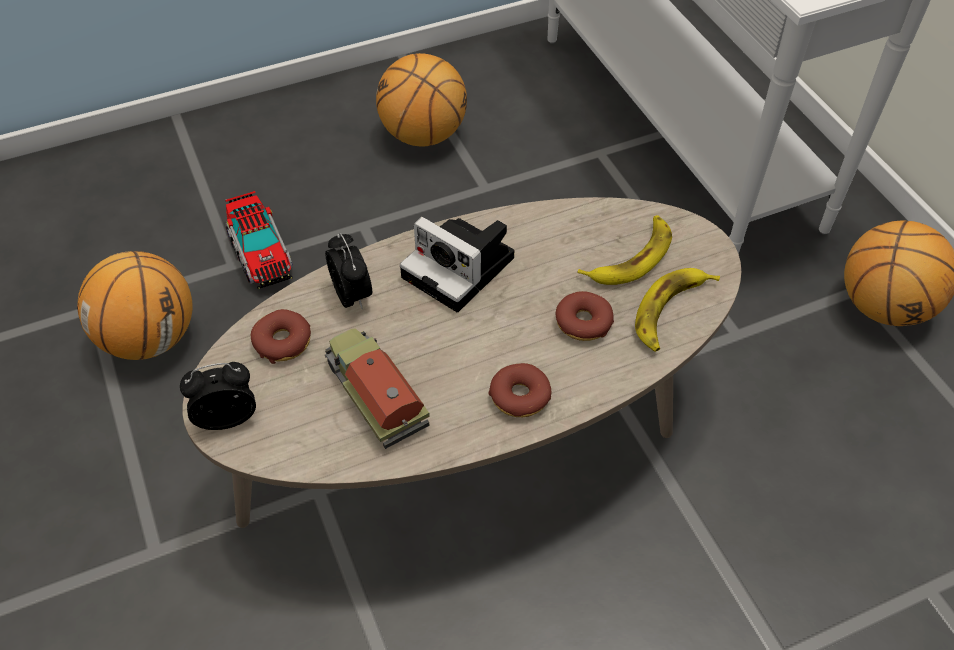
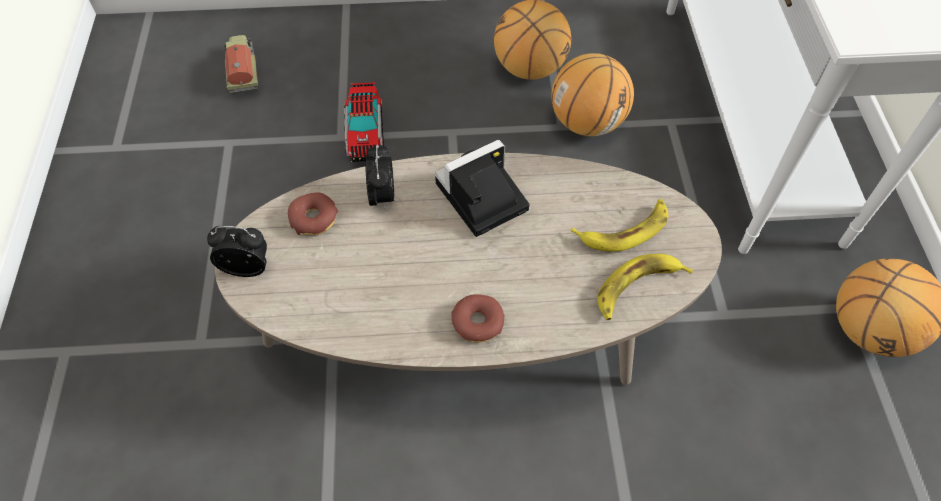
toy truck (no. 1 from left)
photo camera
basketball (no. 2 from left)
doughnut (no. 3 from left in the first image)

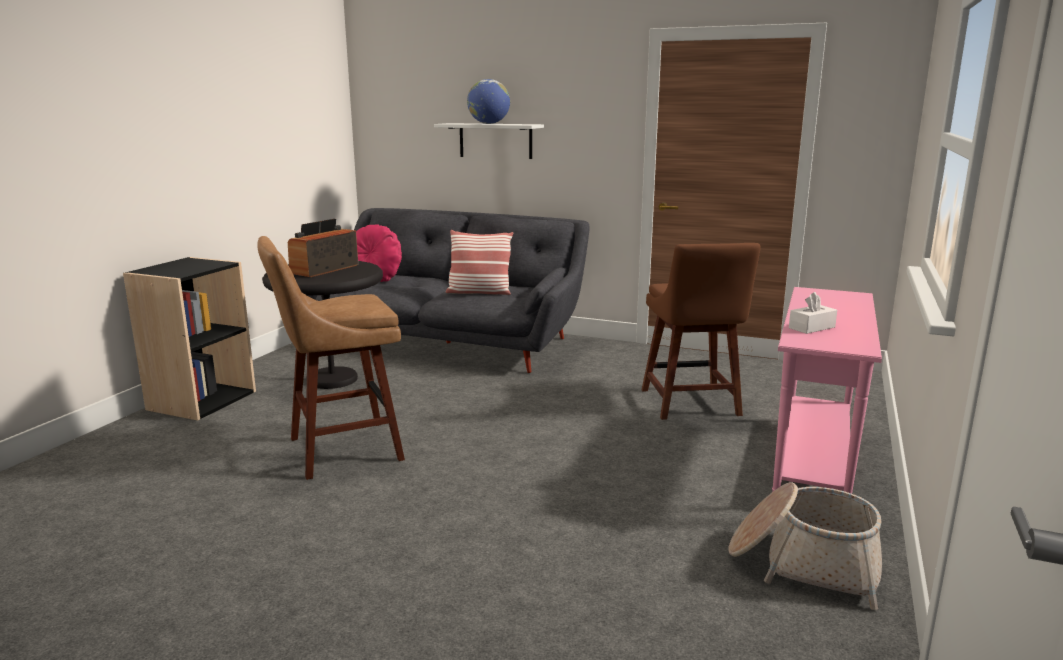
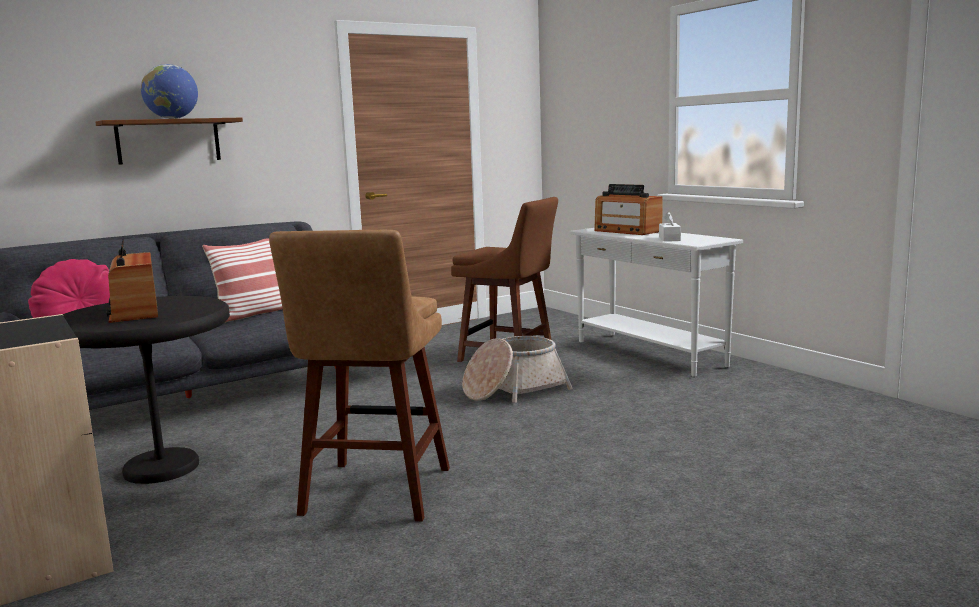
brownish wall shelf
basket
white narrow table
radio receiver (no. 2 from left)

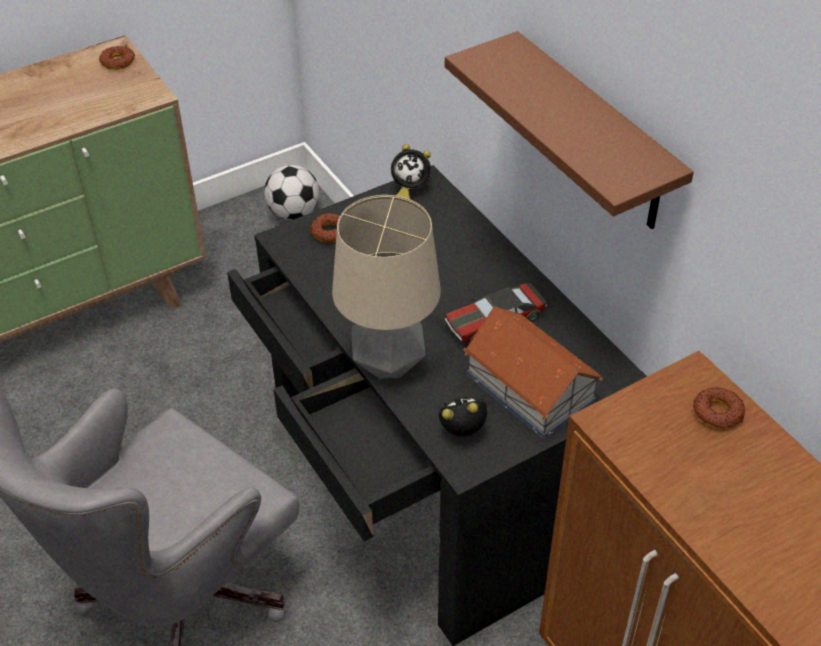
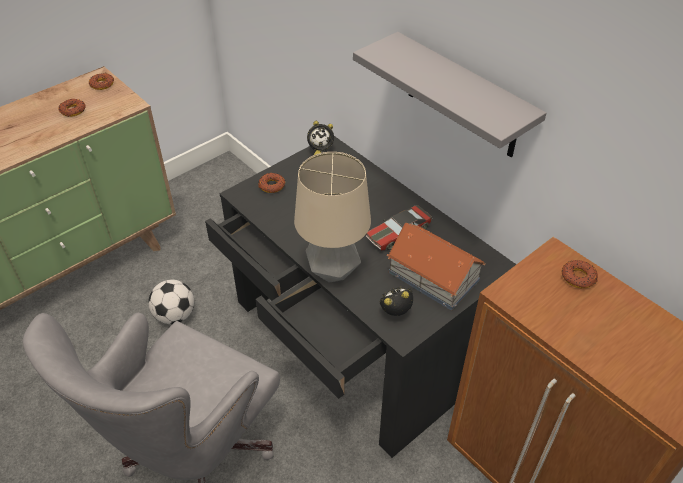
doughnut (no. 1 from left)
football ball
greyish wall shelf

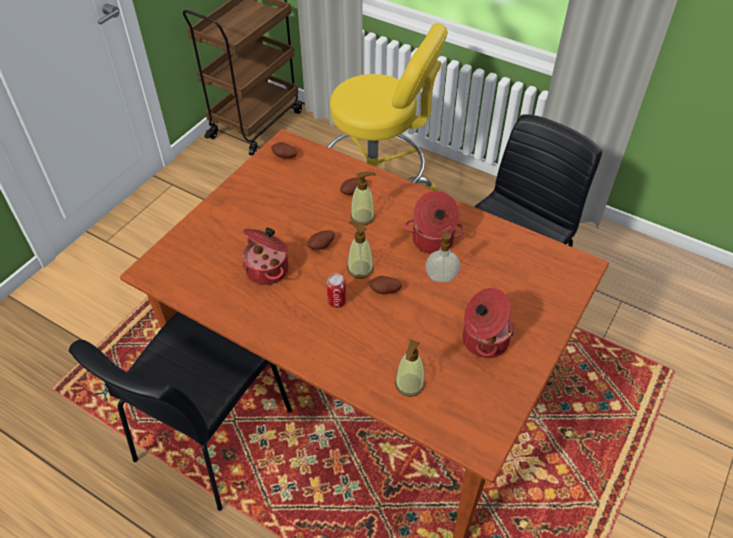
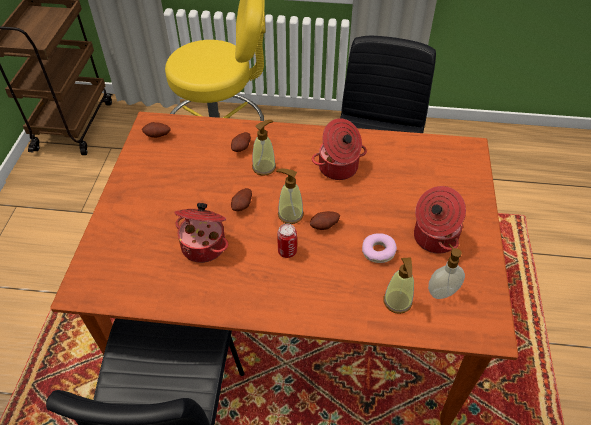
doughnut
soap dispenser (no. 4 from left)

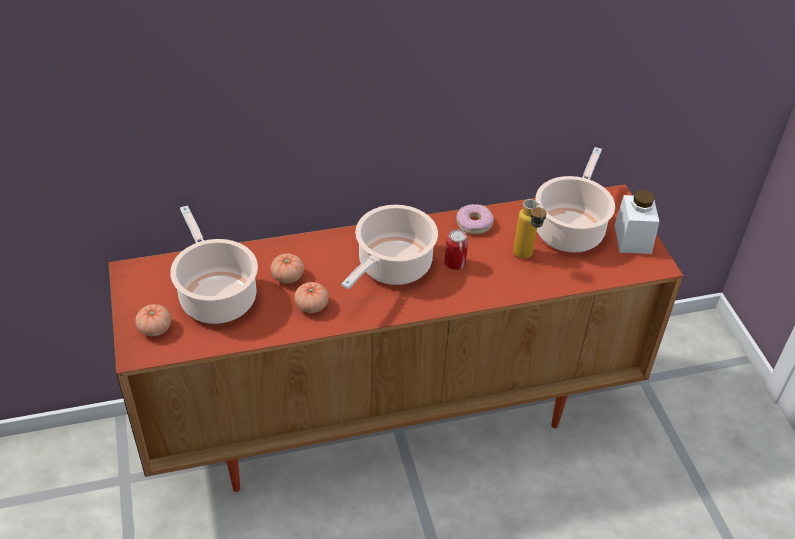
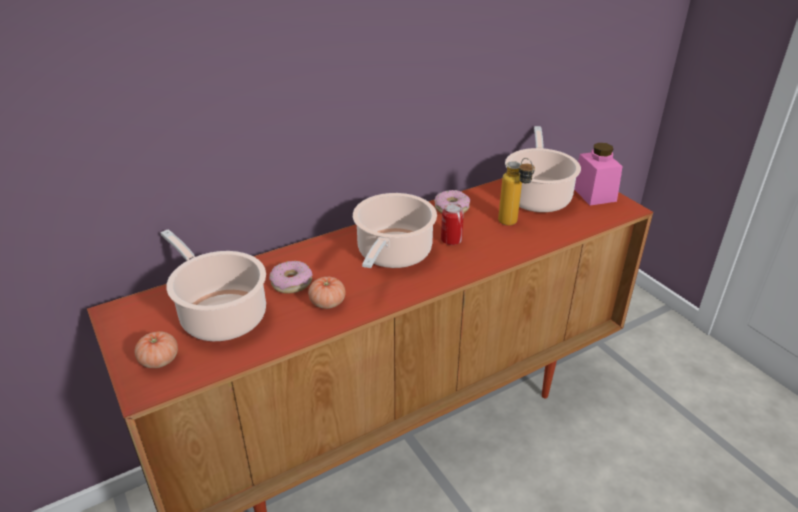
doughnut (no. 1 from left)
pink storage jar

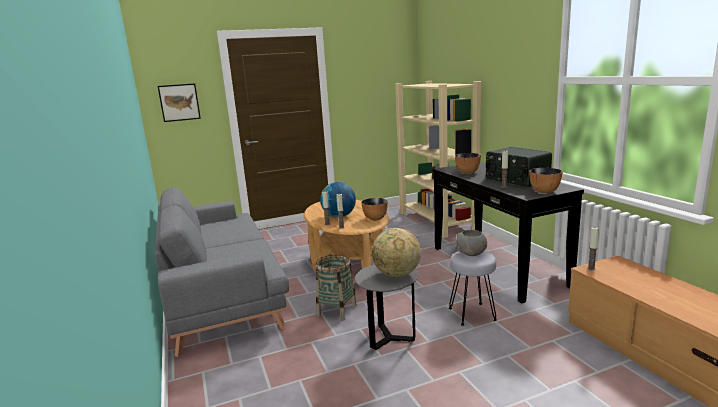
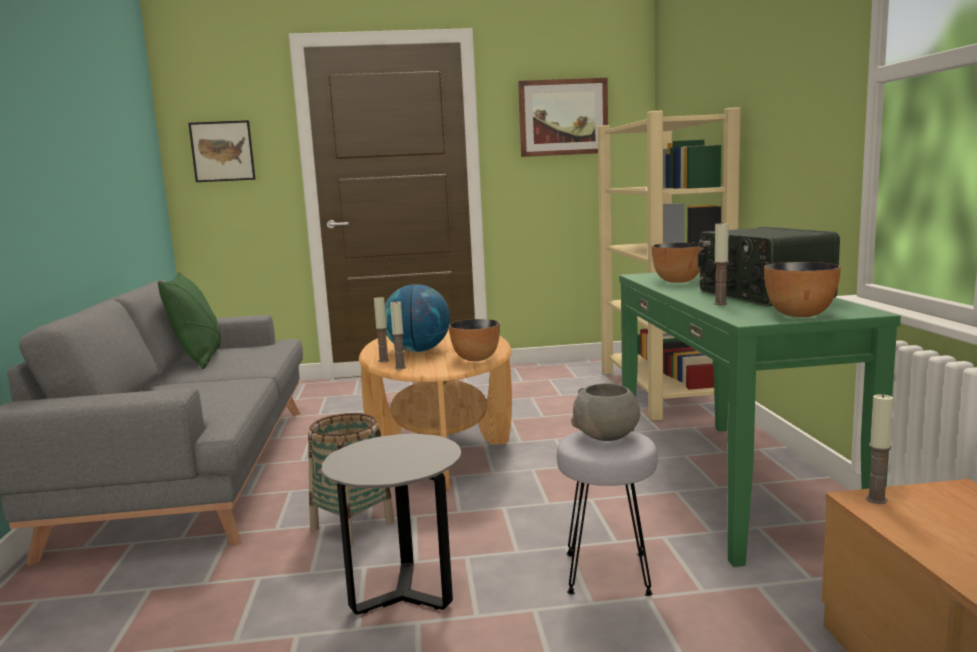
green pillow
wall picture (no. 2 from left)
green narrow table
globe (no. 2 from left in the first image)

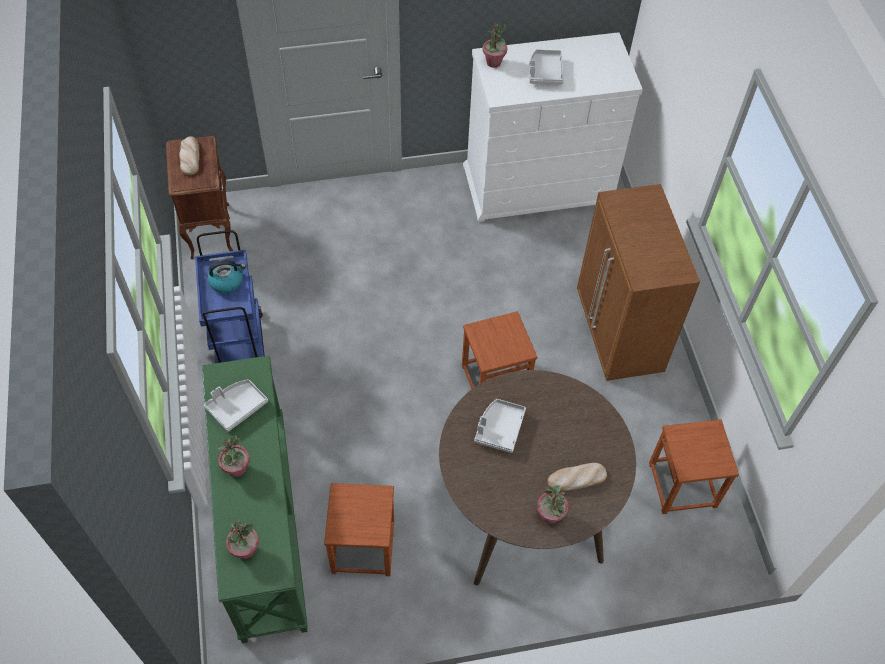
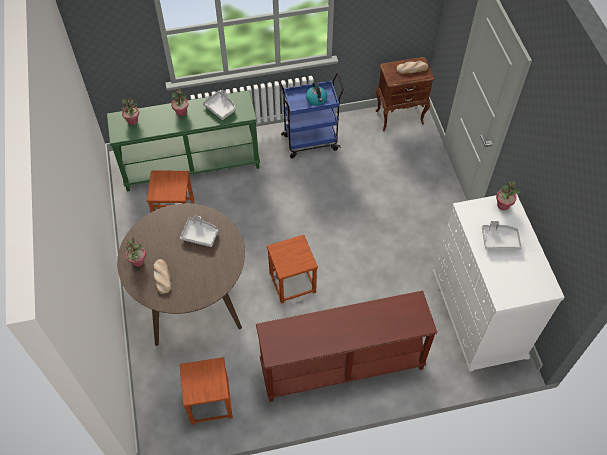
brownish narrow table

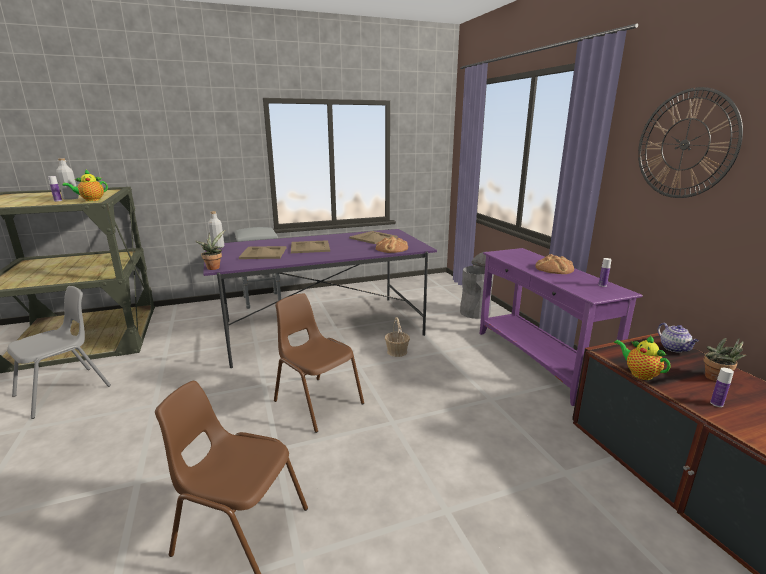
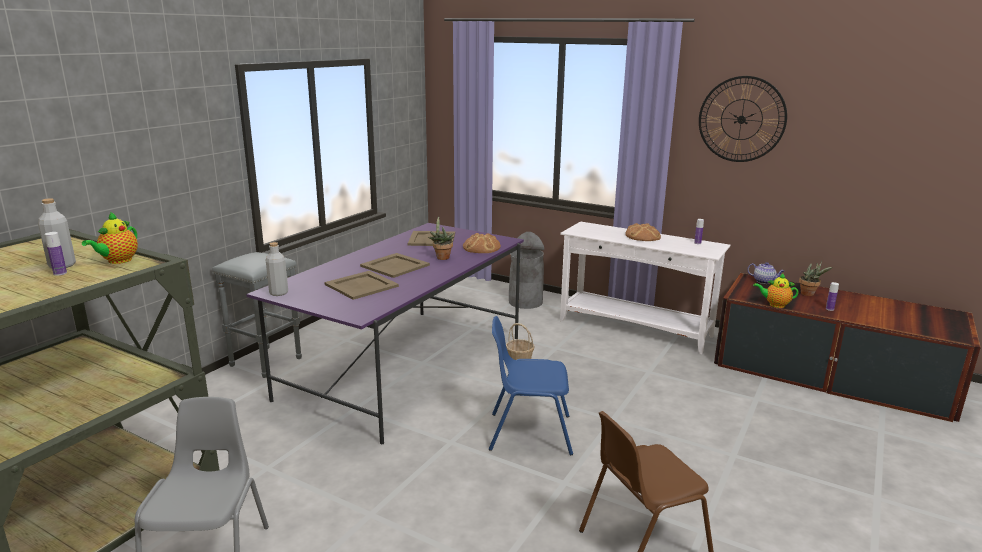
potted plant (no. 1 from left)
blue upright chair
white narrow table

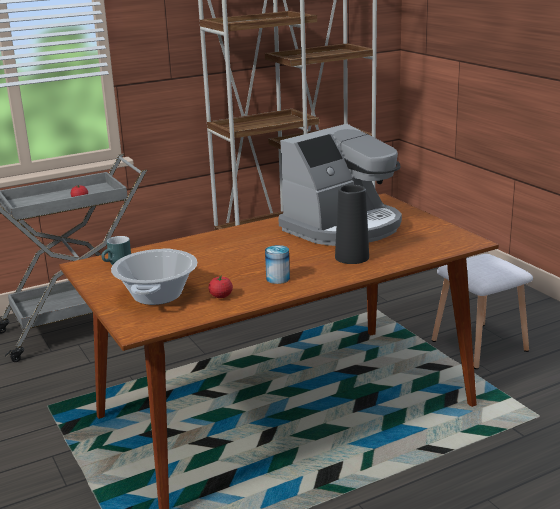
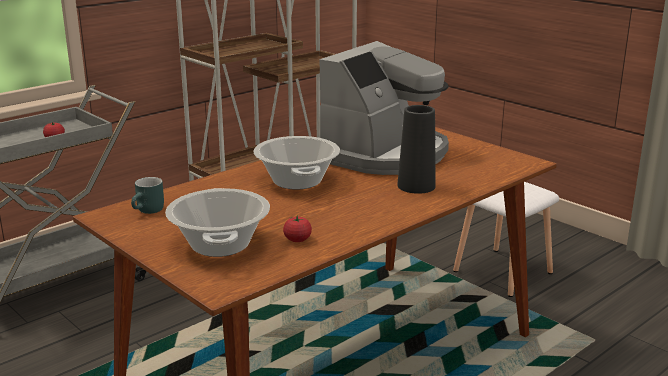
stockpot (no. 2 from left)
can

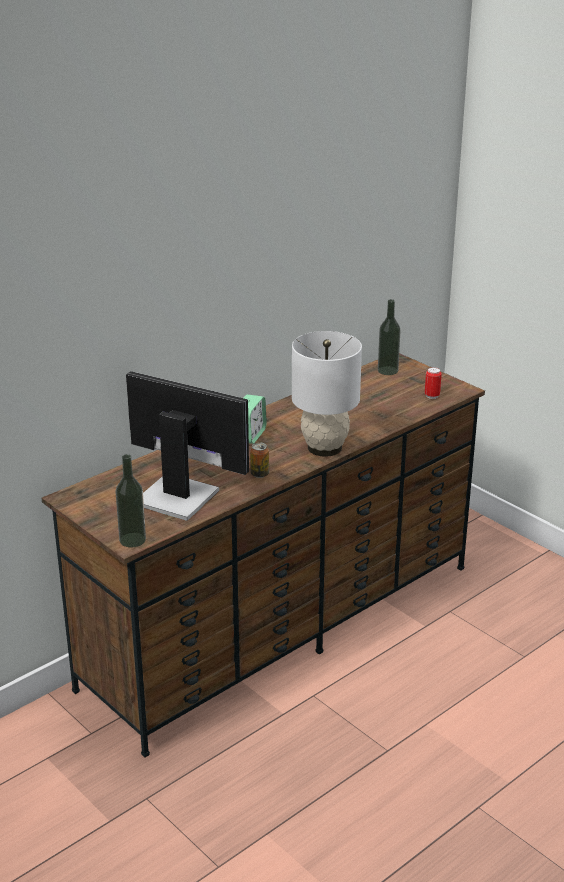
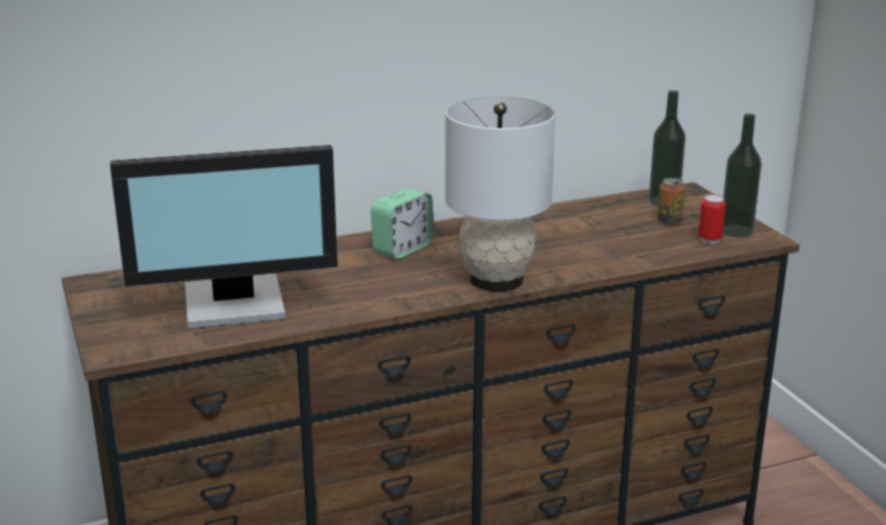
monitor
can (no. 1 from left)
drink bottle (no. 2 from left)

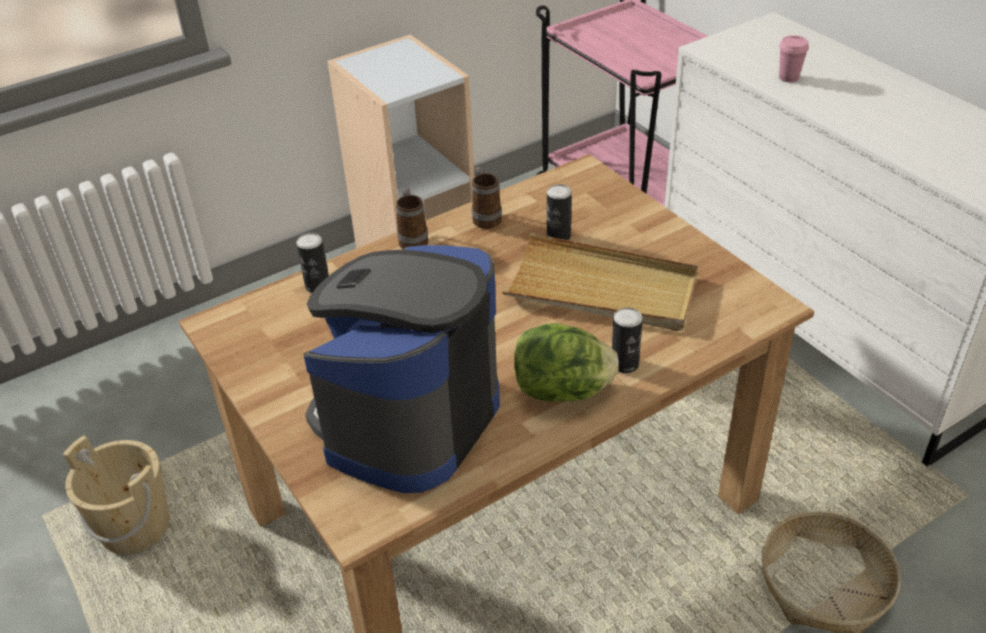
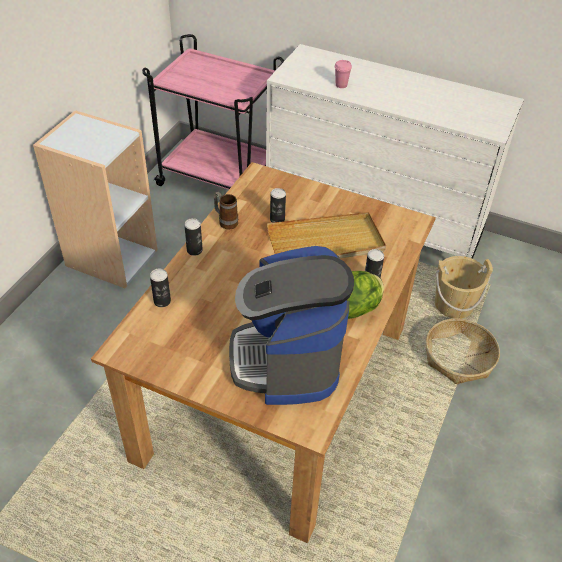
can (no. 2 from left)
sand-coloured pail

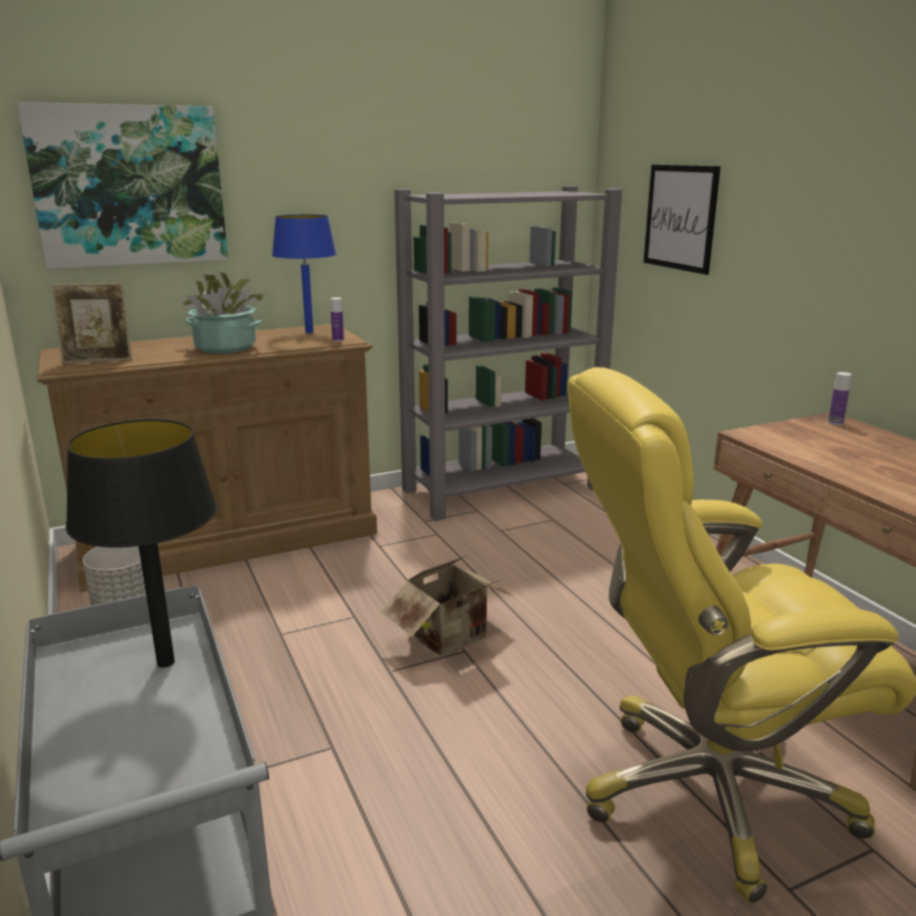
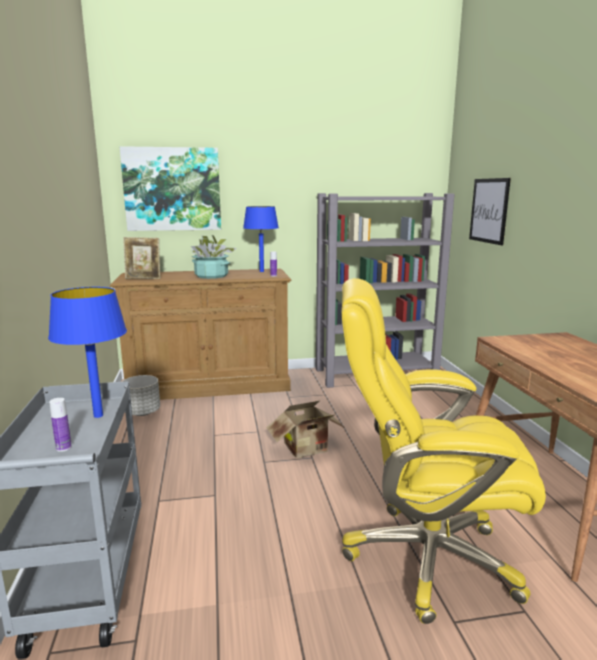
blue table lamp (no. 1 from left)
drink bottle (no. 1 from left)

